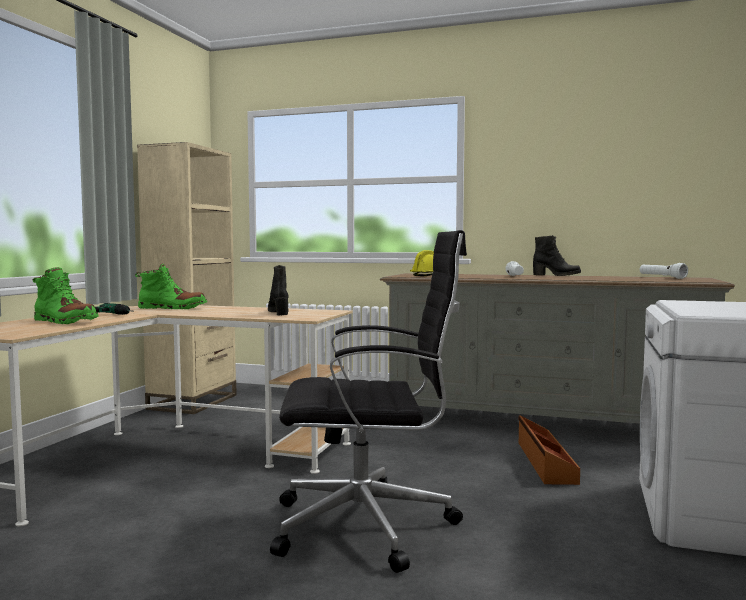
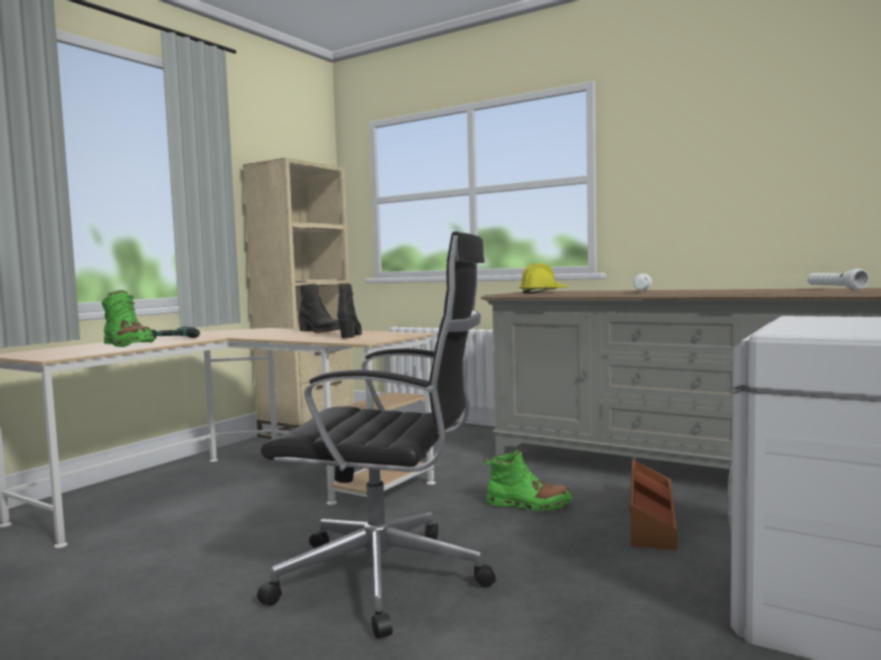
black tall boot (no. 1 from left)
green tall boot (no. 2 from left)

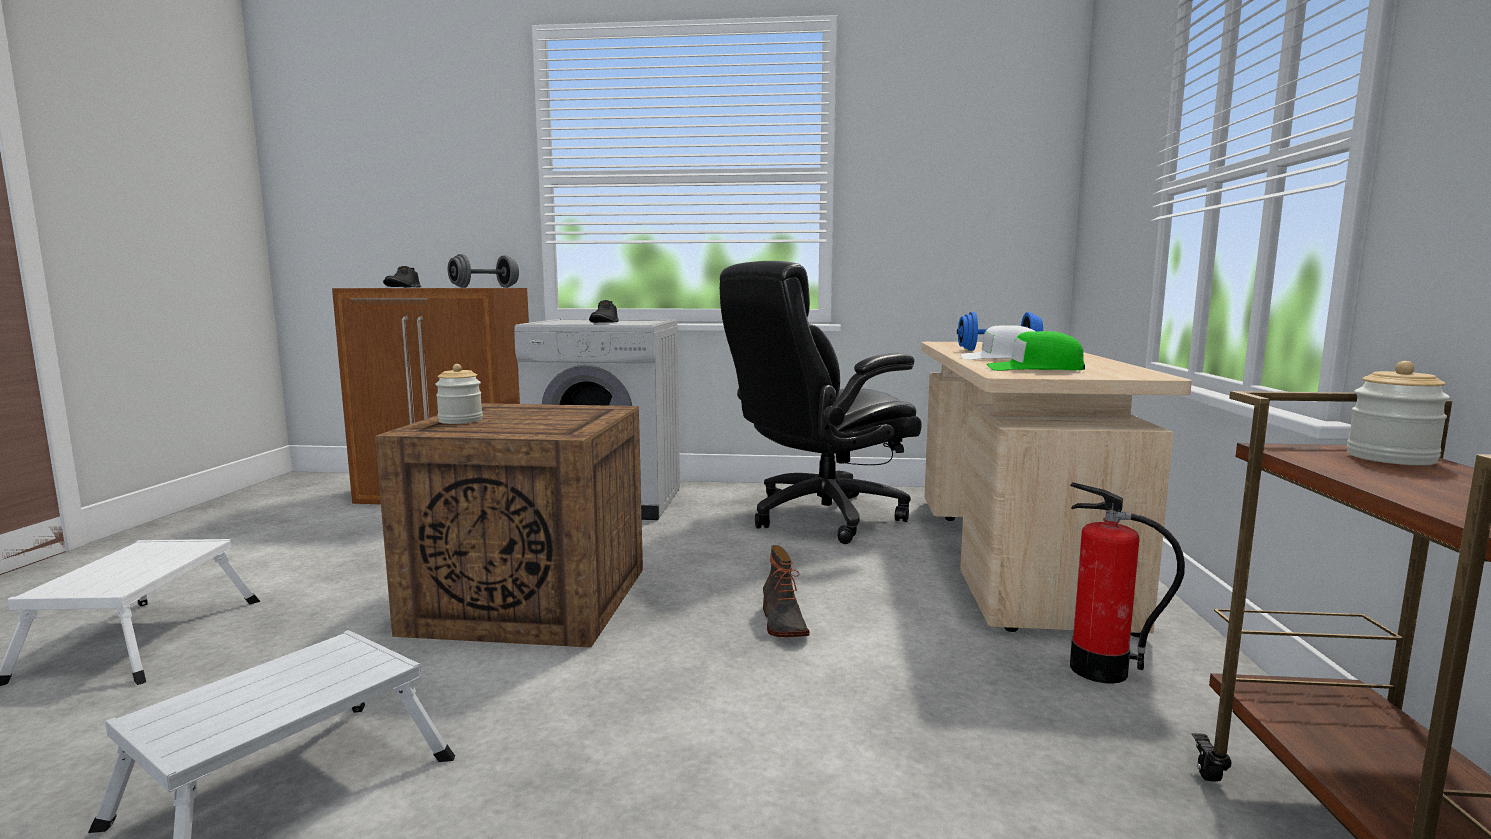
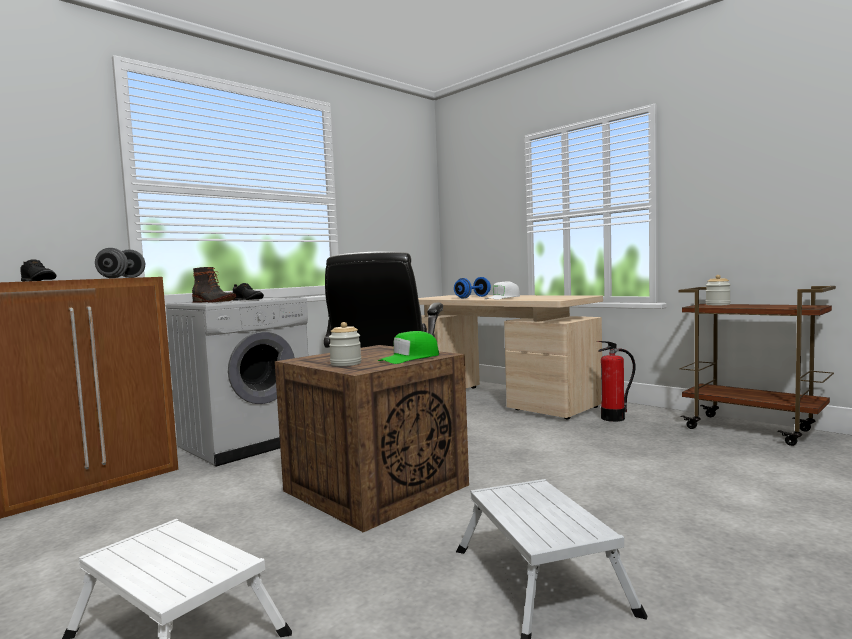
tall boot
green baseball cap

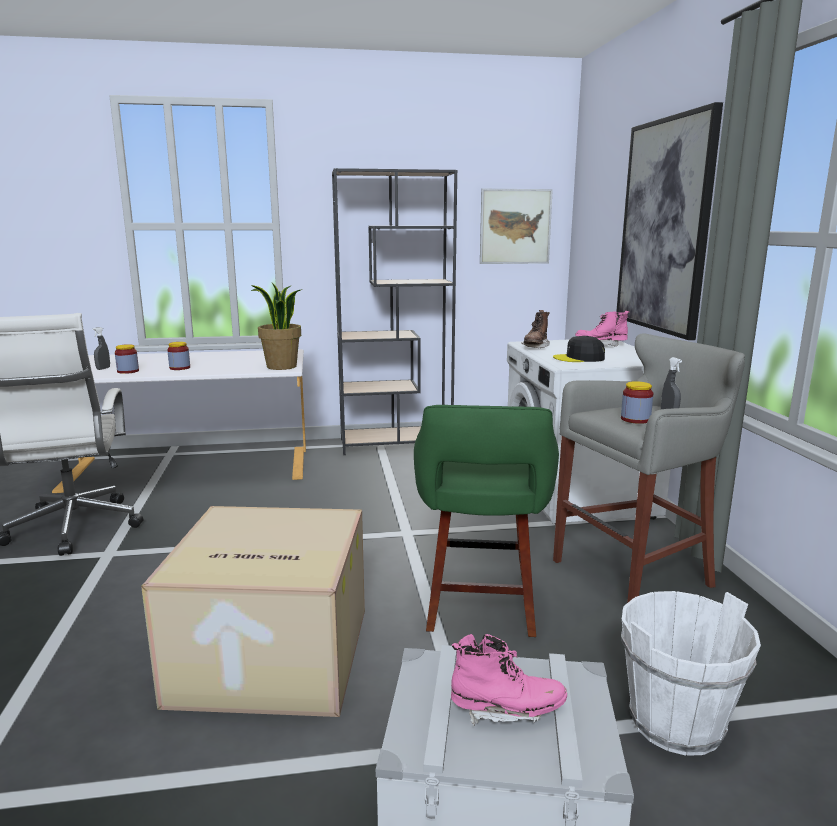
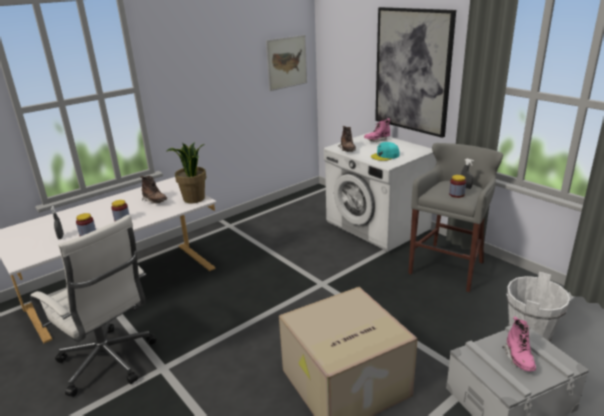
brownish tall boot (no. 1 from left)
turquoise-coloured baseball cap
pink tall boot (no. 2 from left)
shelving unit
green stool

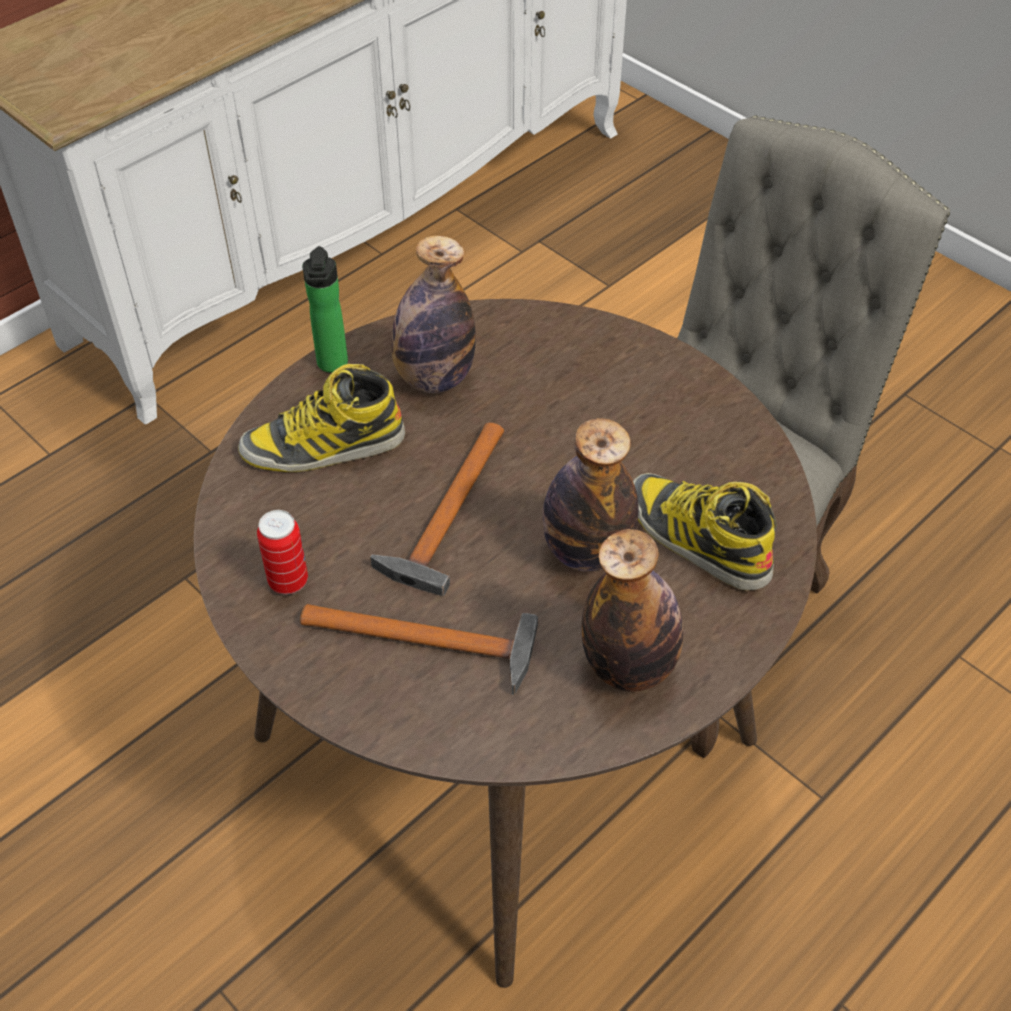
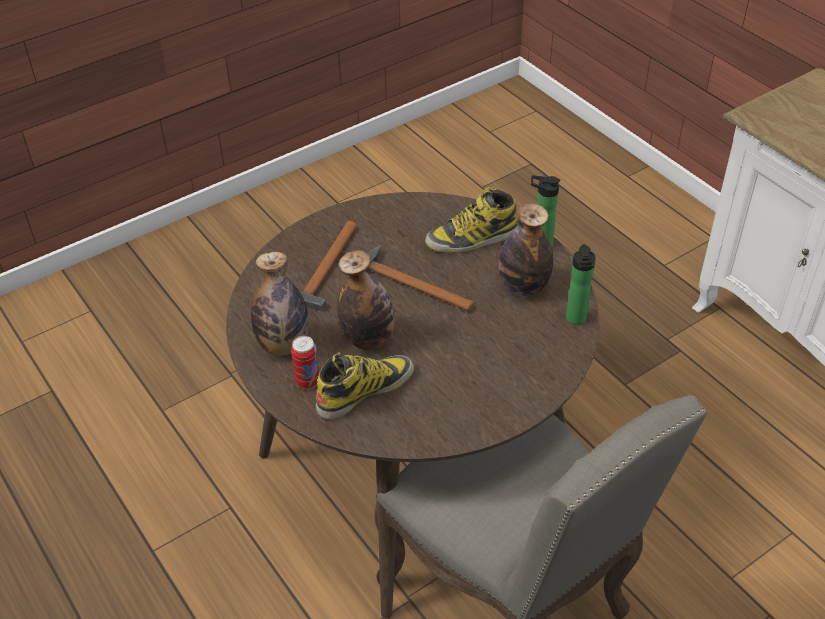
can
tall boot (no. 2 from left)
drink bottle (no. 5 from left)

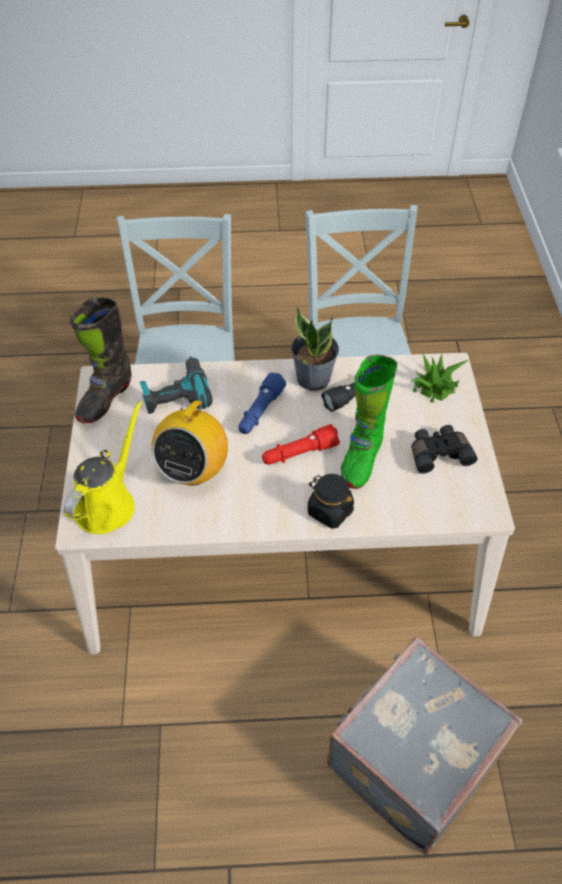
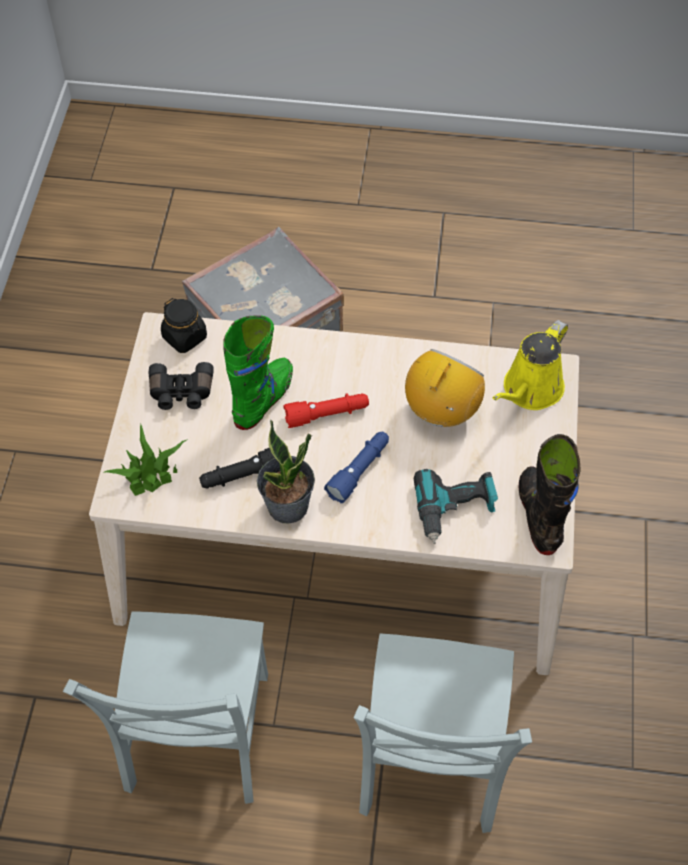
black storage jar
black tall boot

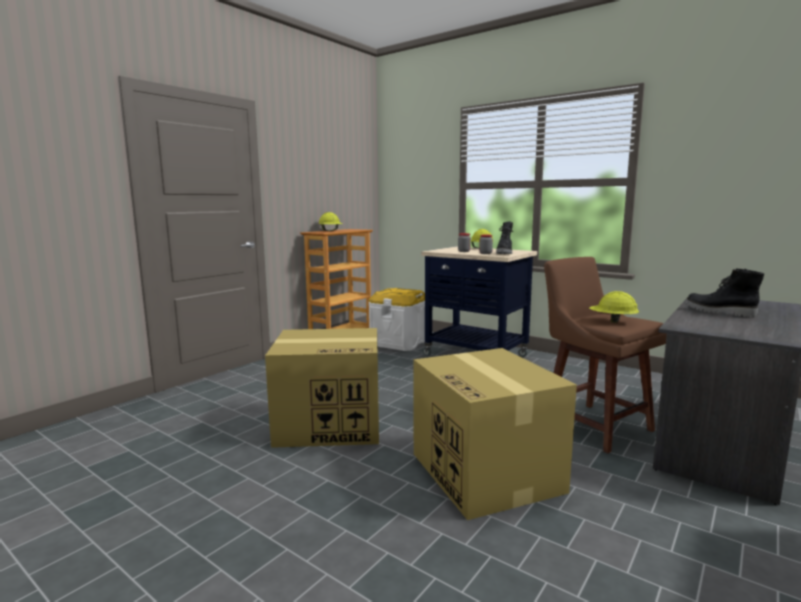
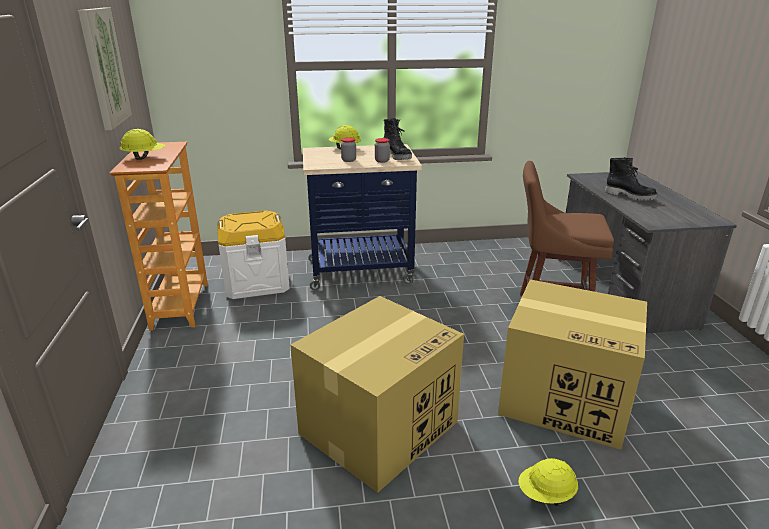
wall picture
yellow-coloured work helmet (no. 3 from left)
black tall boot (no. 2 from left)

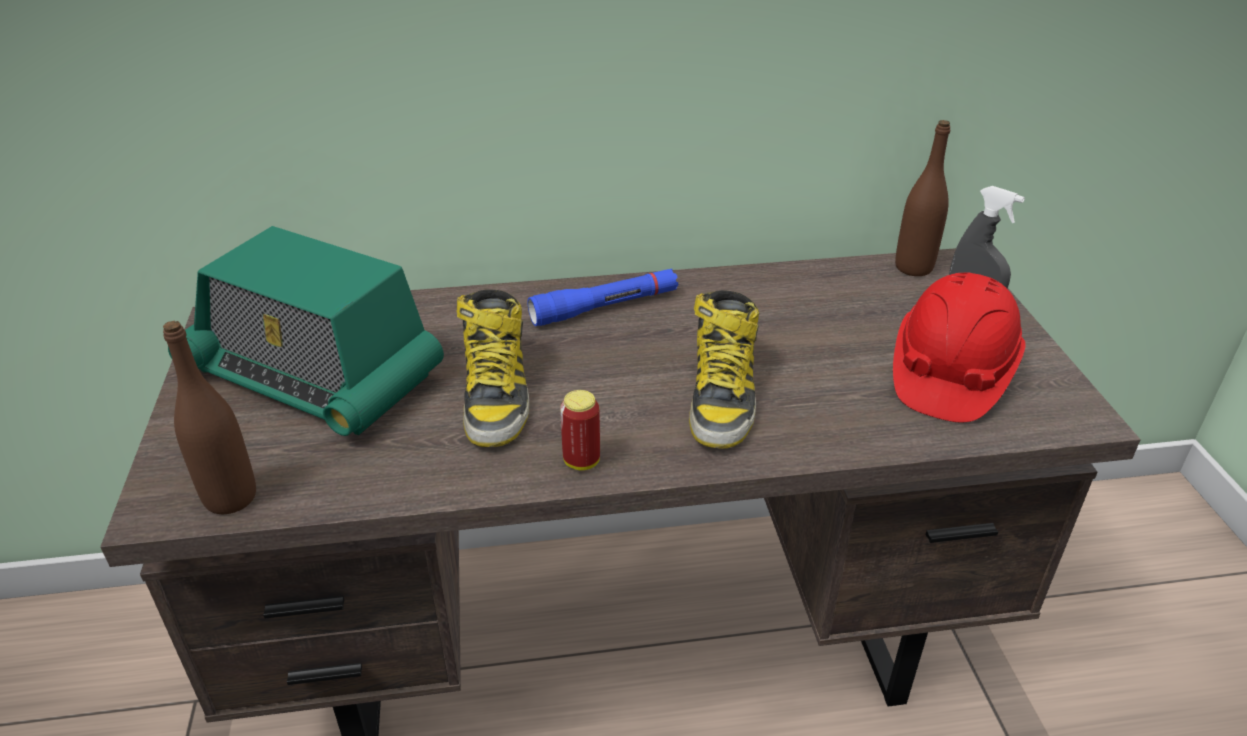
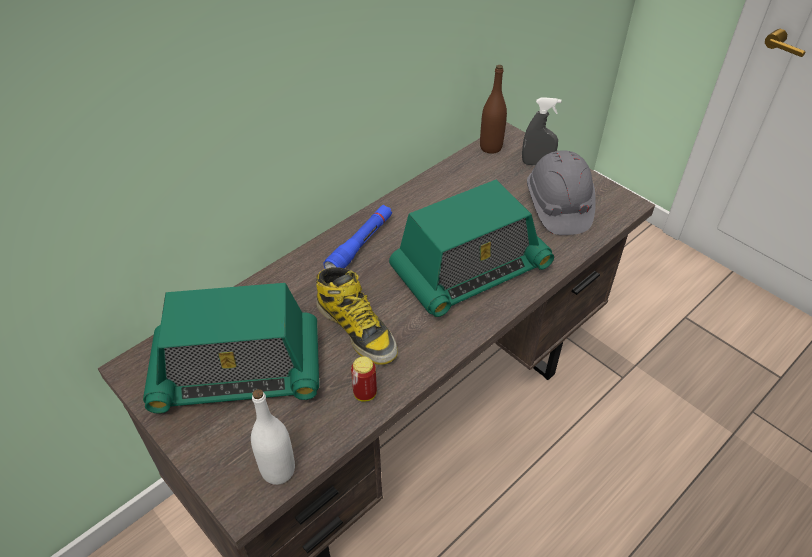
white drink bottle
can
radio receiver (no. 2 from left)
greyish work helmet

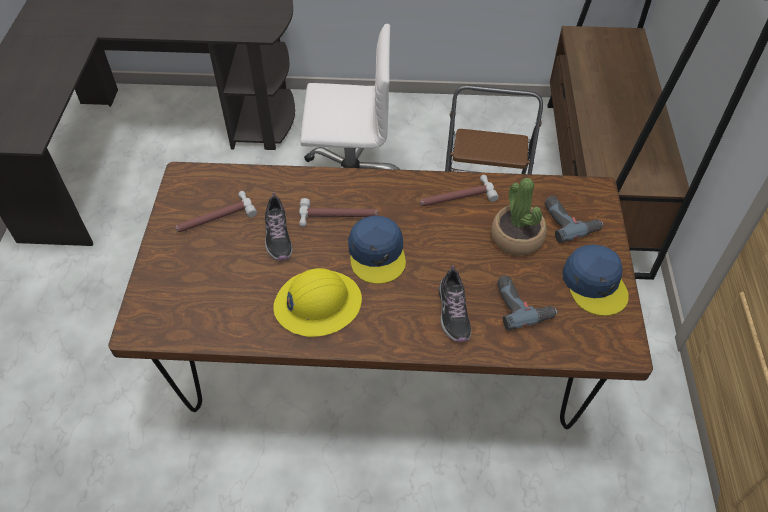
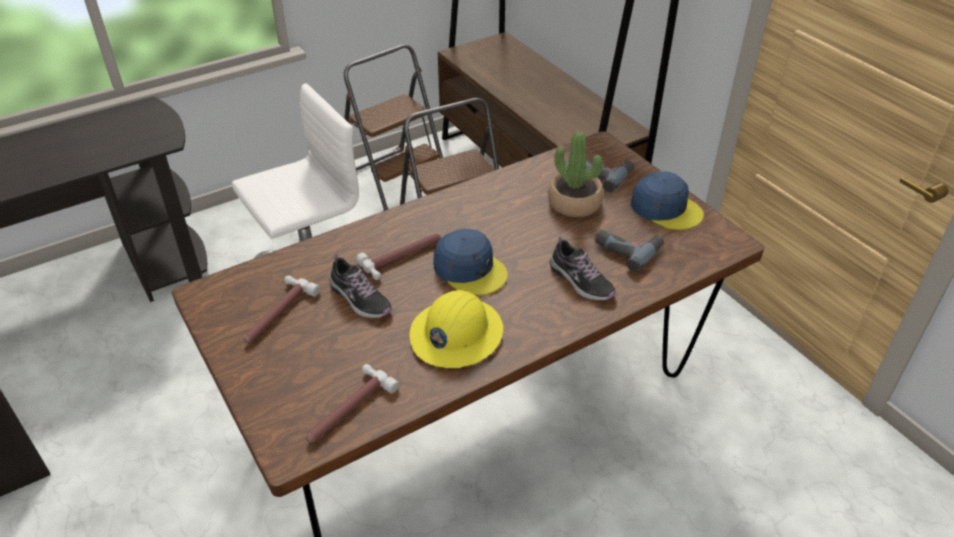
hammer (no. 2 from left)
brownish step stool (no. 1 from left)

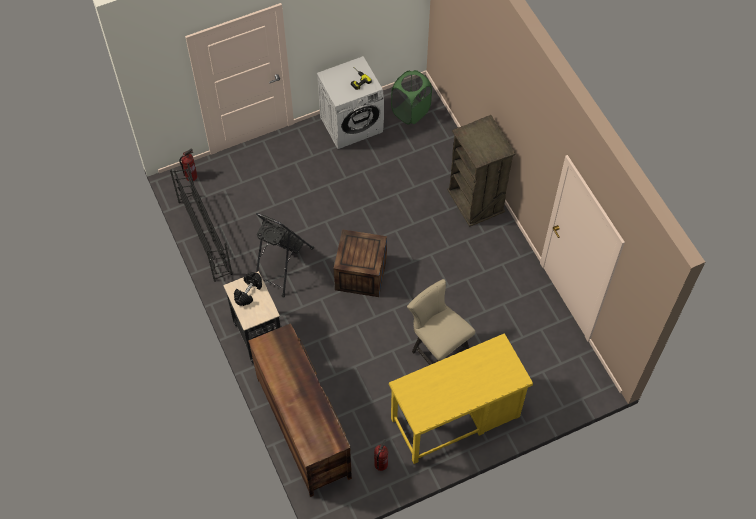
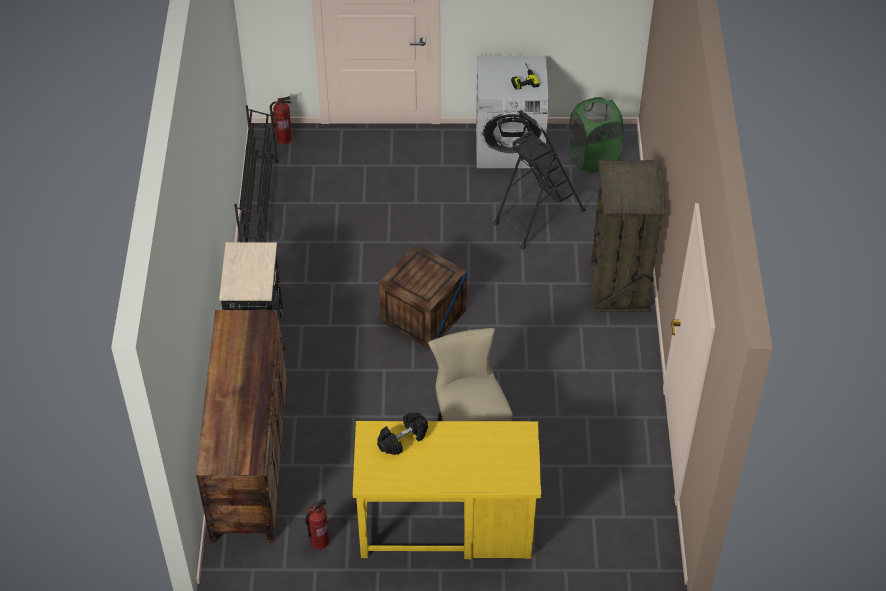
black free weight
step stool

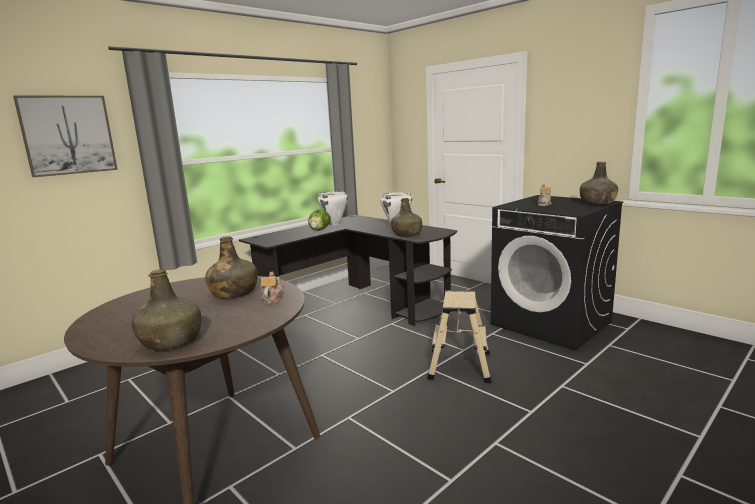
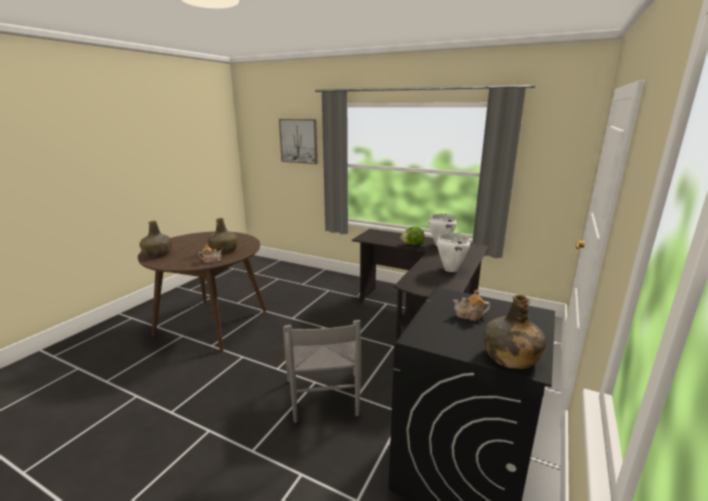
greyish upright chair
green drink bottle (no. 3 from left in the first image)

